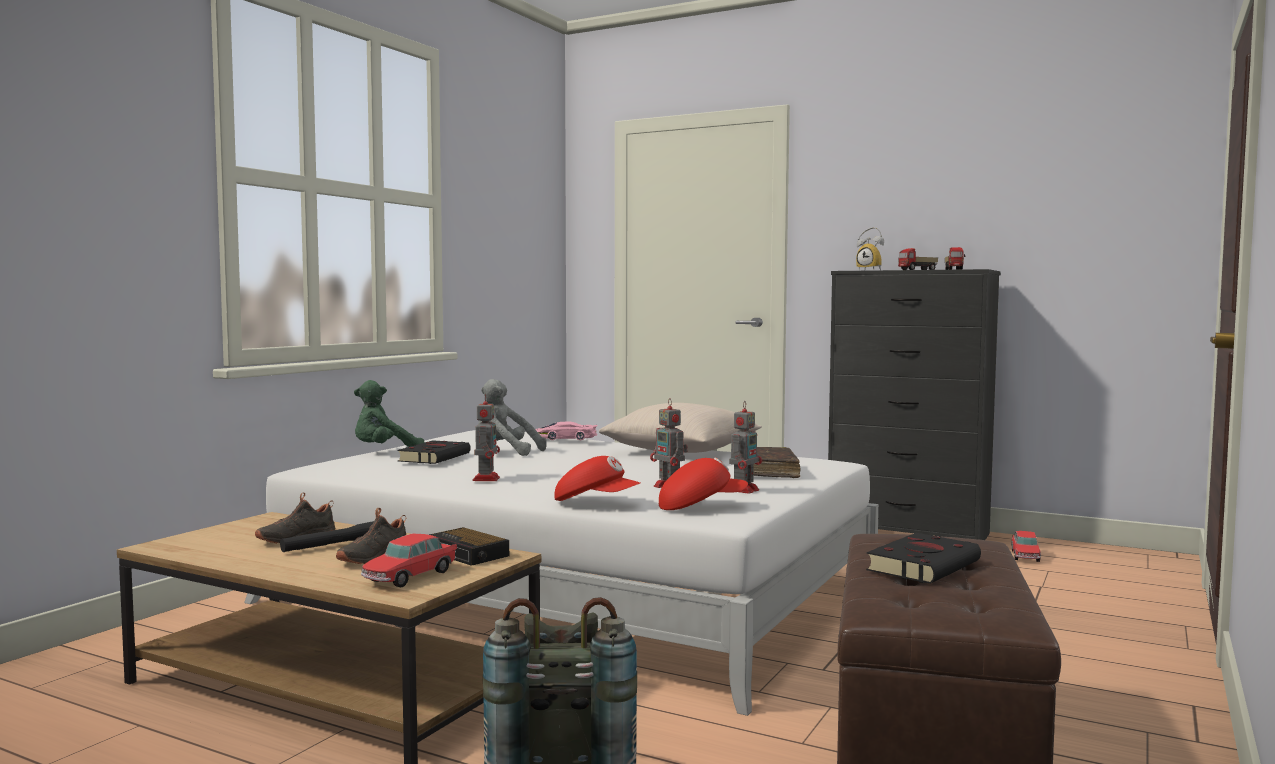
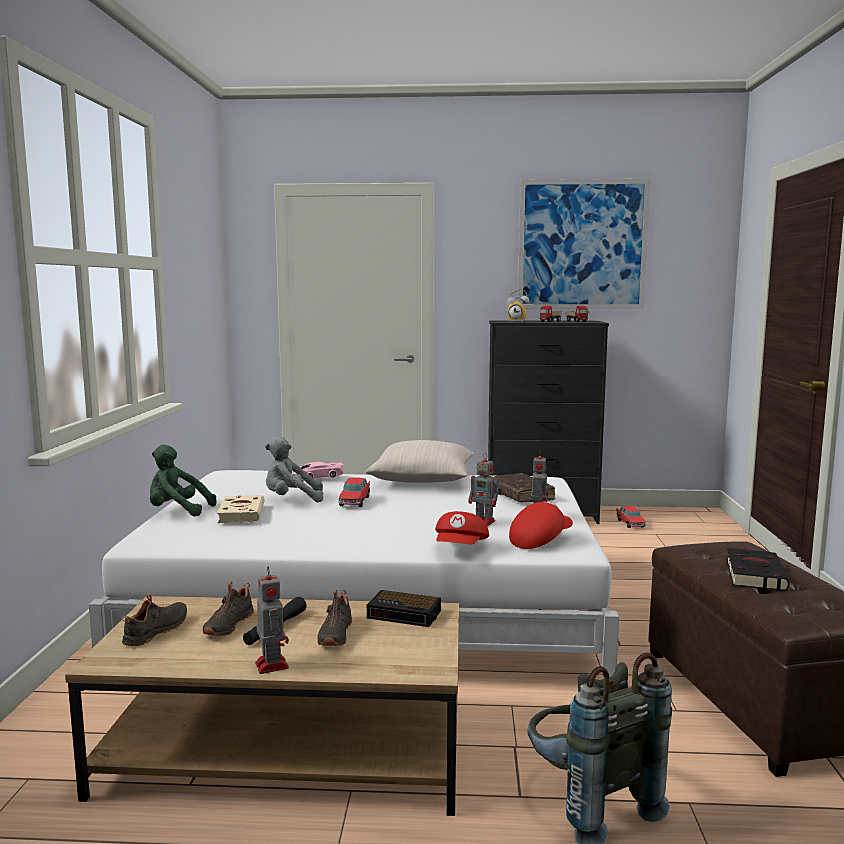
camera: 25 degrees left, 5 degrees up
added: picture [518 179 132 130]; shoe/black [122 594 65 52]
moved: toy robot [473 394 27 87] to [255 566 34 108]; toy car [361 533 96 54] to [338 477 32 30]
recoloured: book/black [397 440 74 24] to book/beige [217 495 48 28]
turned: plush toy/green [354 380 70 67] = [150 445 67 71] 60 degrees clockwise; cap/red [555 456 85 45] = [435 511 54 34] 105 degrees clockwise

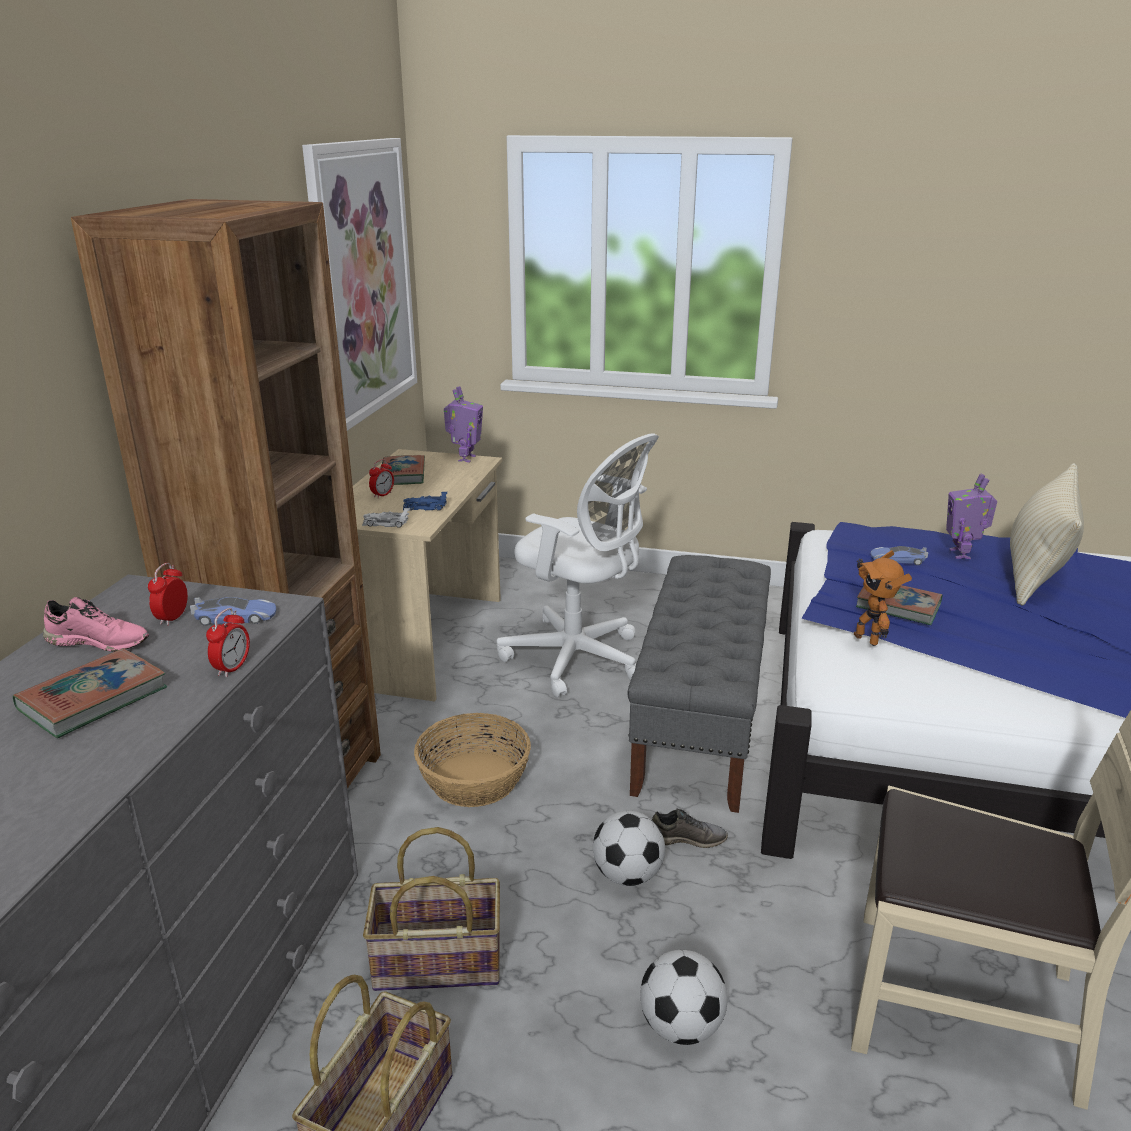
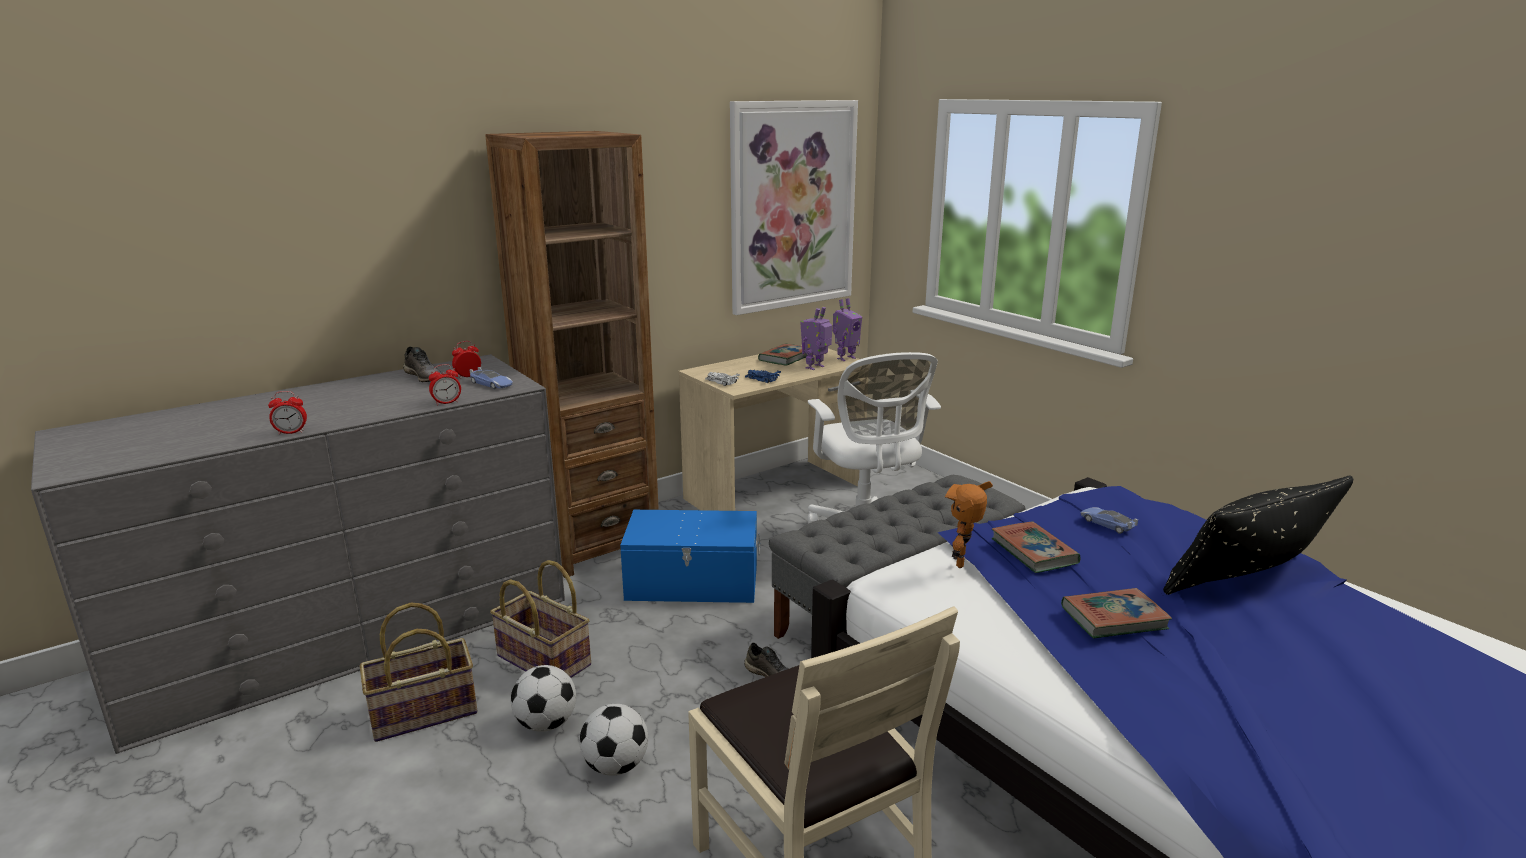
camera: 40 degrees right, 5 degrees down
moved: alarm clock [369 459 25 39] to [268 391 39 44]; toy robot [946 473 51 86] to [800 307 32 63]; book [13 648 154 90] to [1061 588 111 50]; football [593 811 72 75] to [511 665 65 67]
replaced: basket [414 713 117 94] to storage box/blue [620 510 140 93]
recoloured: pillow/beige [1010 463 74 142] to pillow/black [1163 475 190 120]; shoe/pink [43 597 106 55] to shoe/grey [403 347 39 35]

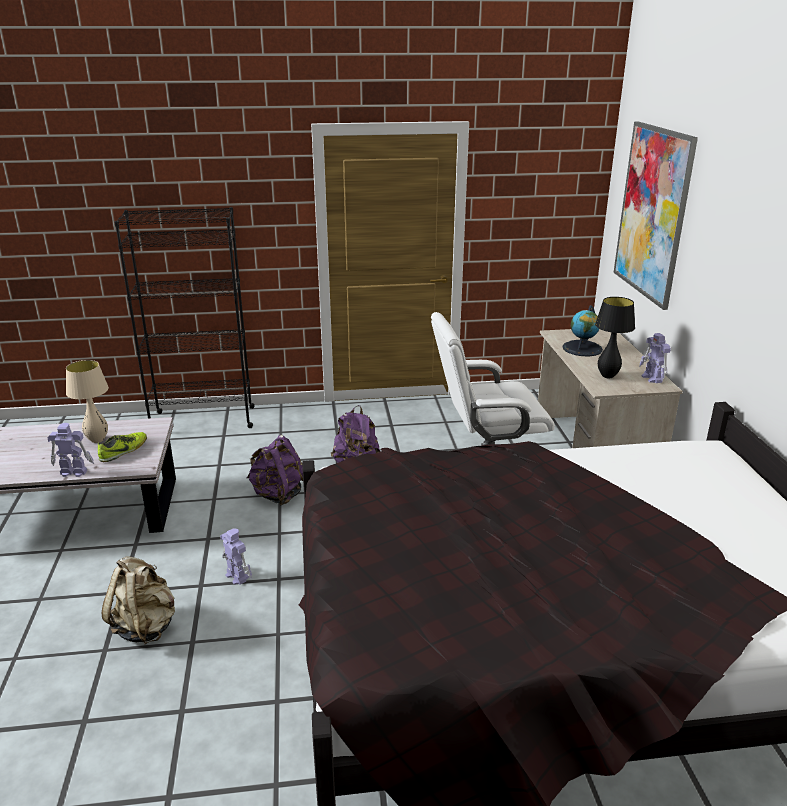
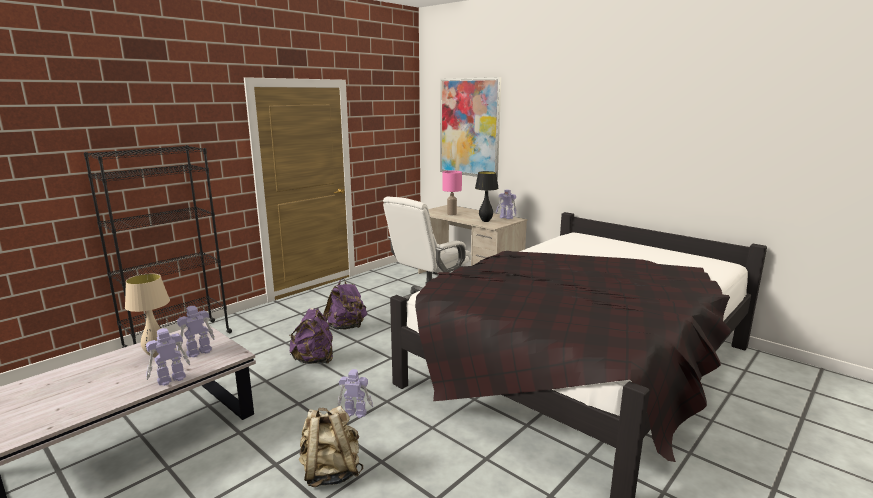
camera: 40 degrees left, 10 degrees down
replaced: globe [562 305 41 51] to table lamp/pink [443 171 19 44]; shoe [98 432 49 30] to toy robot [177 306 38 51]

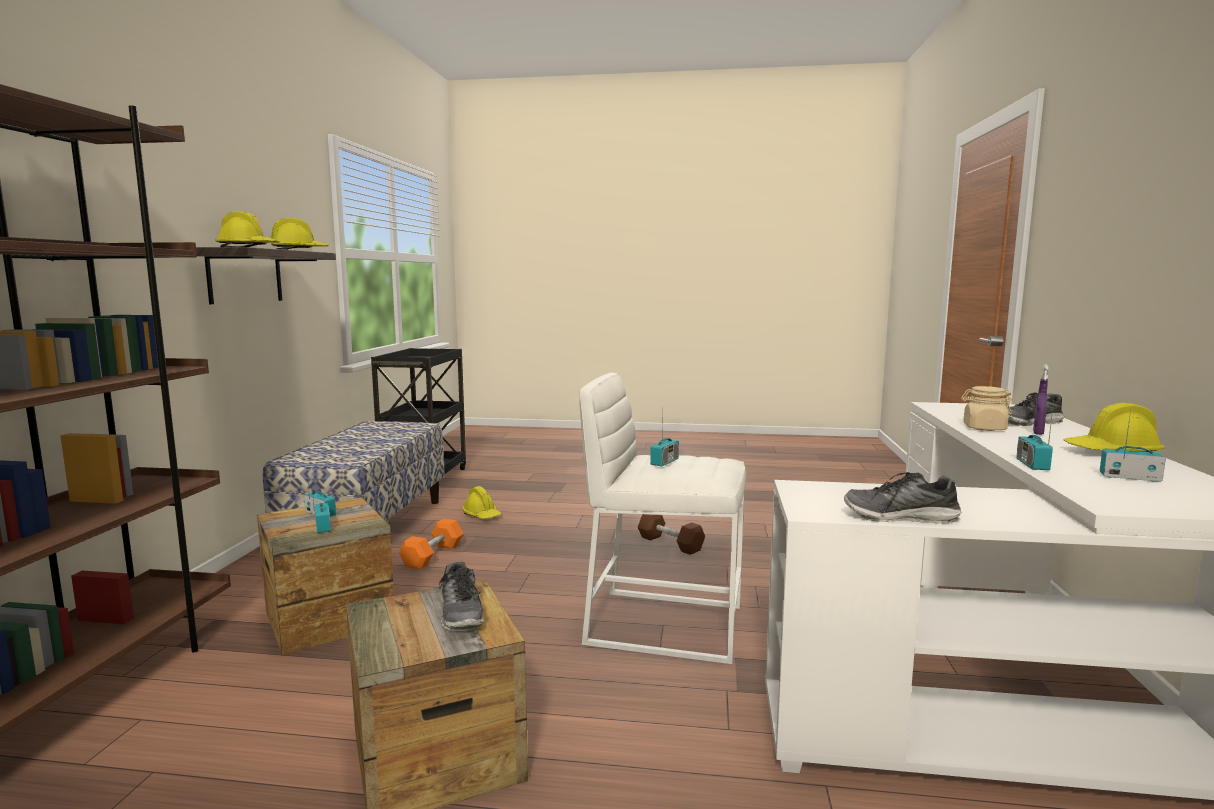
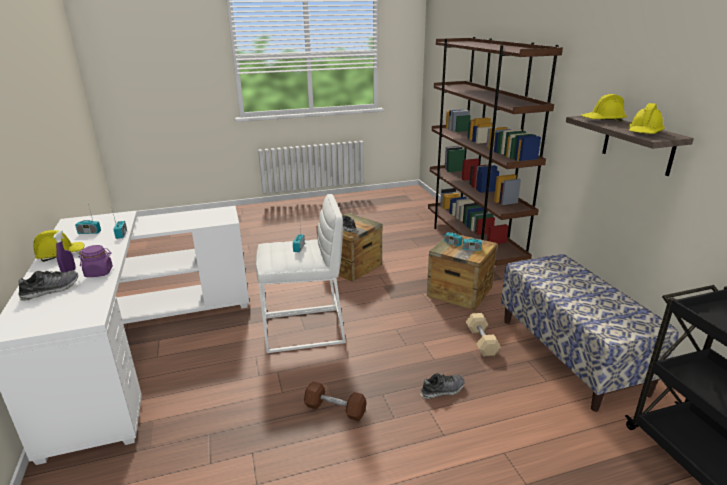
camera: 155 degrees right, 15 degrees up
removed: hard hat/yellow [462 486 39 33]
moved: shoe [844 472 117 52] to [421 373 43 26]
recoloured: jar/beige [961 386 51 45] to jar/purple [78 245 35 32]; dumbbell/orange [399 518 65 52] to dumbbell/beige [466 313 35 43]

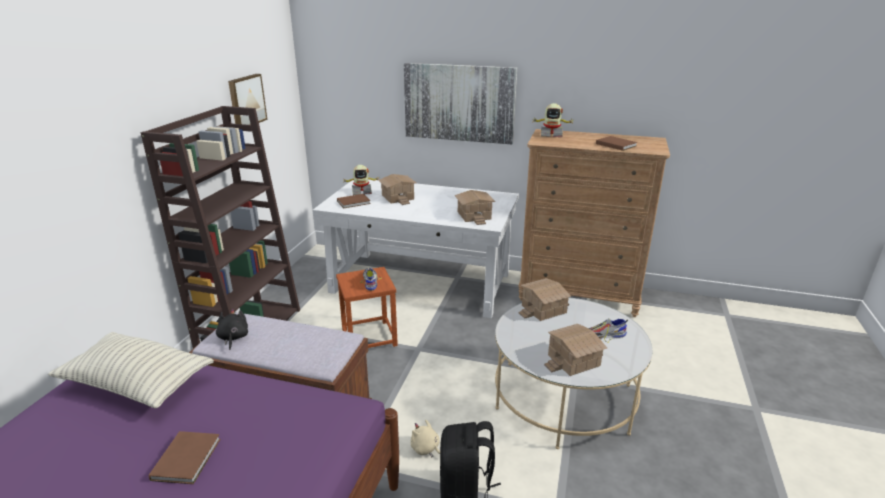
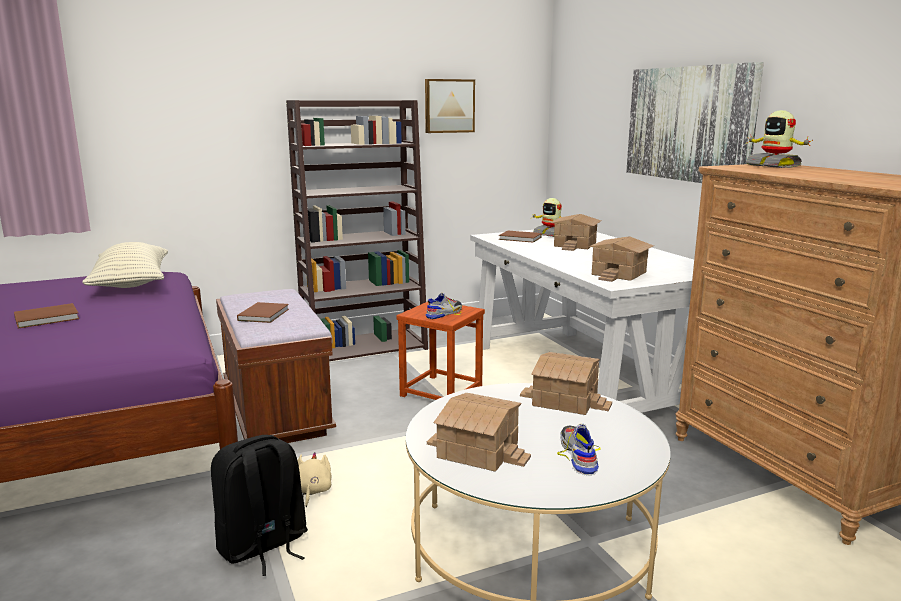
camera: 50 degrees right, 10 degrees down
removed: plush toy/black [216 309 32 41]
moved: book/brown [596 136 42 15] to [237 302 52 21]
turned: shoe [588 318 40 25] = [557 423 44 51] 45 degrees clockwise

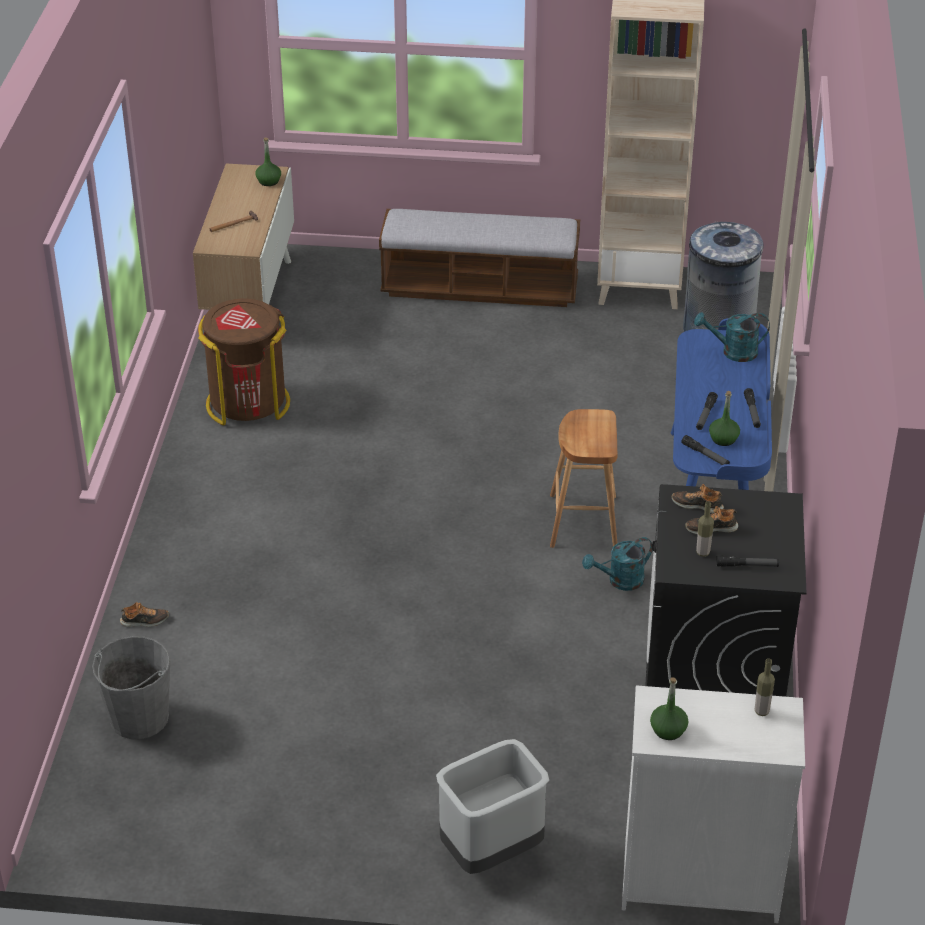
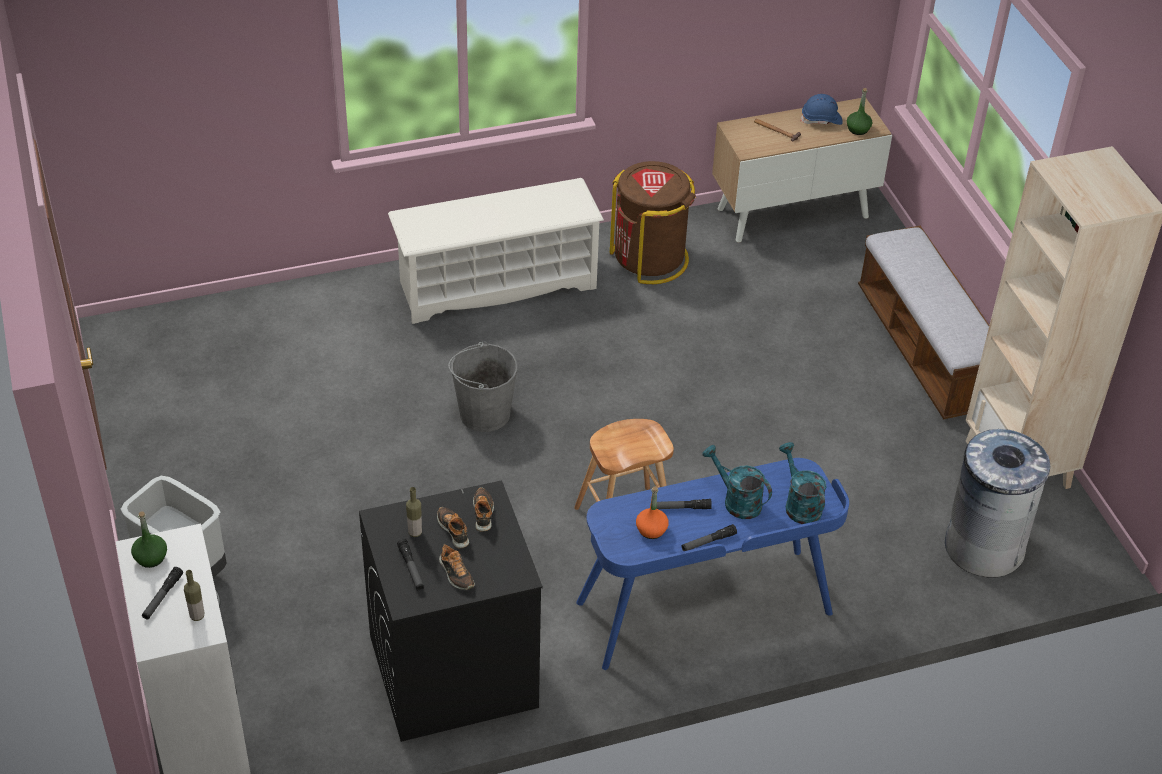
camera: 65 degrees right, 5 degrees up
added: hard hat/blue [801 94 42 31]; shoe rack/white [388 178 216 146]
moved: flashlight [681 435 49 30] to [142 567 41 53]; watering can/turquoise [582 537 71 54] to [702 445 70 74]; shoe [120 602 49 25] to [439 544 36 46]; bucket/grey [92 636 78 103] to [448 342 69 90]
recoloured: bottle/green [709 391 31 55] to bottle/orange [636 486 33 53]

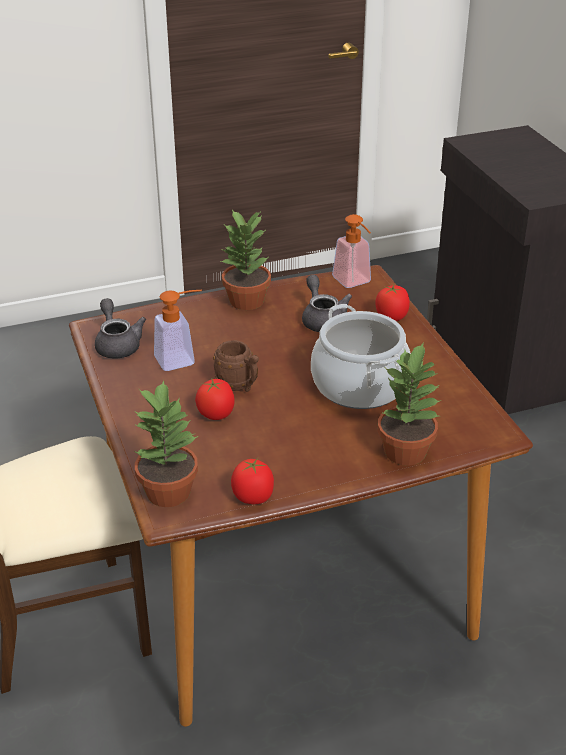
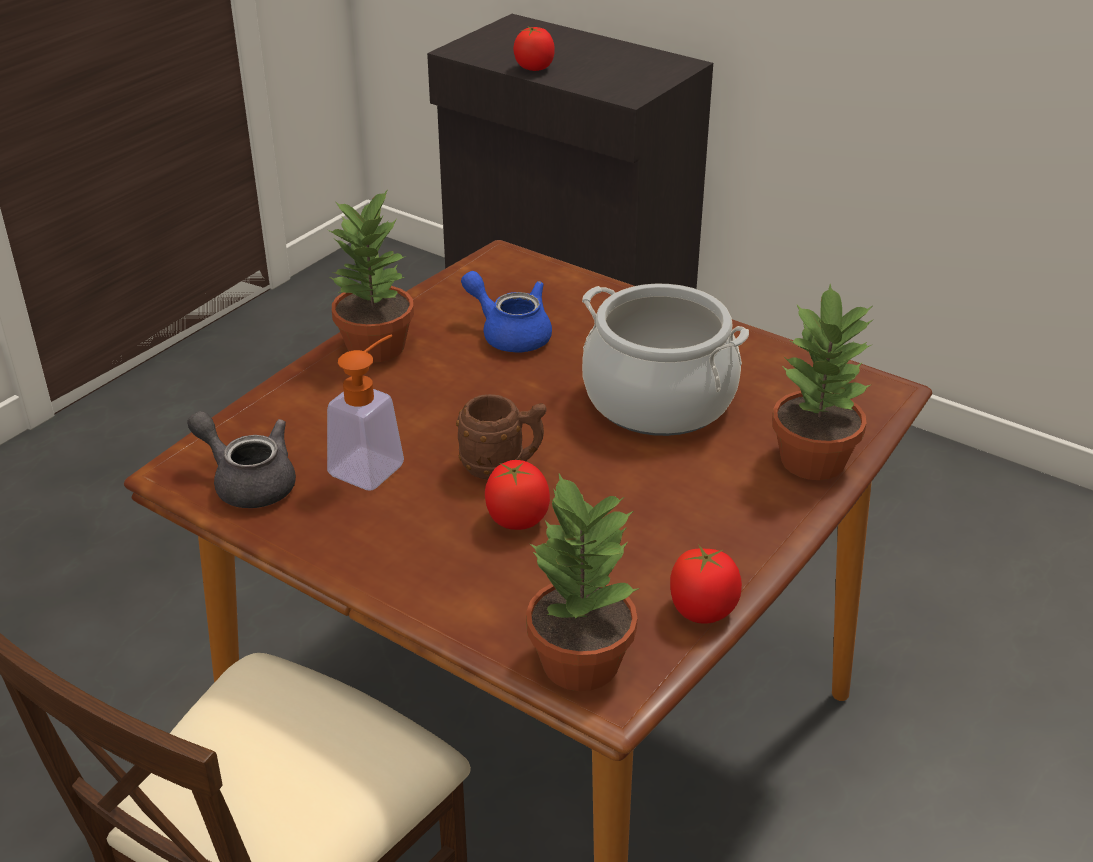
camera: 35 degrees left, 0 degrees up
removed: soap dispenser [332 214 39 74]
moved: tomato [375 285 35 36] to [513 27 42 44]
recoloured: teapot/grey [302 275 50 57] to teapot/blue [461 271 91 81]

